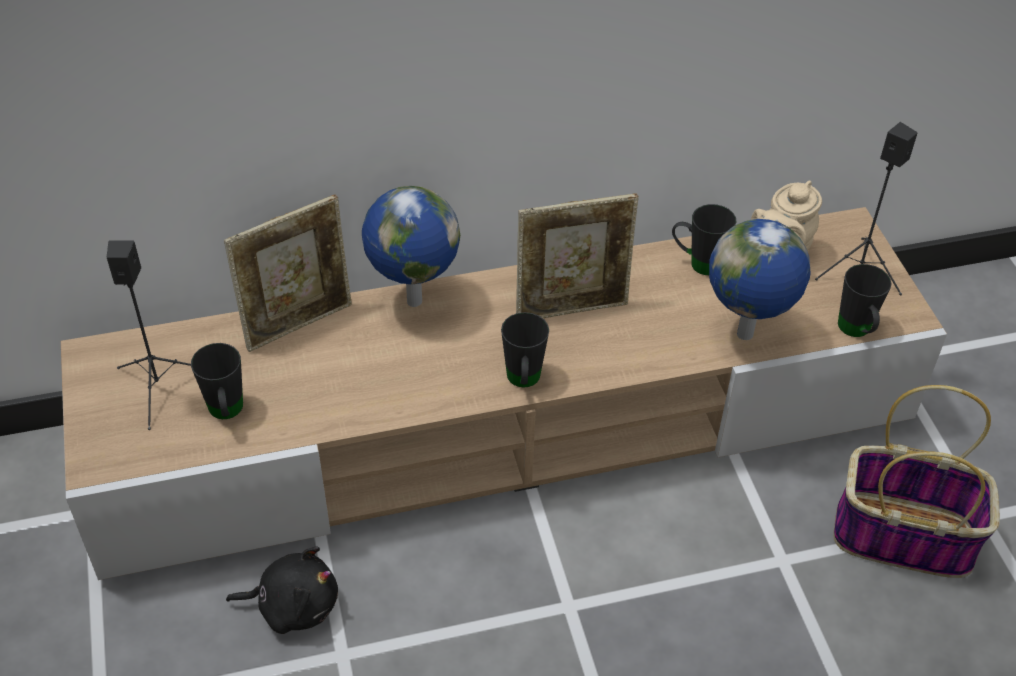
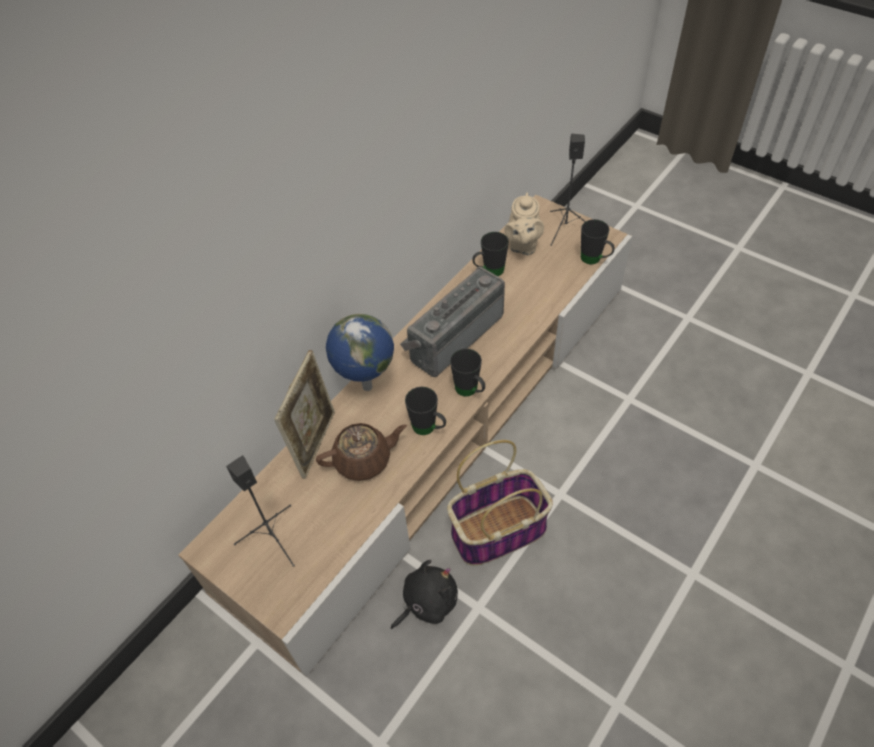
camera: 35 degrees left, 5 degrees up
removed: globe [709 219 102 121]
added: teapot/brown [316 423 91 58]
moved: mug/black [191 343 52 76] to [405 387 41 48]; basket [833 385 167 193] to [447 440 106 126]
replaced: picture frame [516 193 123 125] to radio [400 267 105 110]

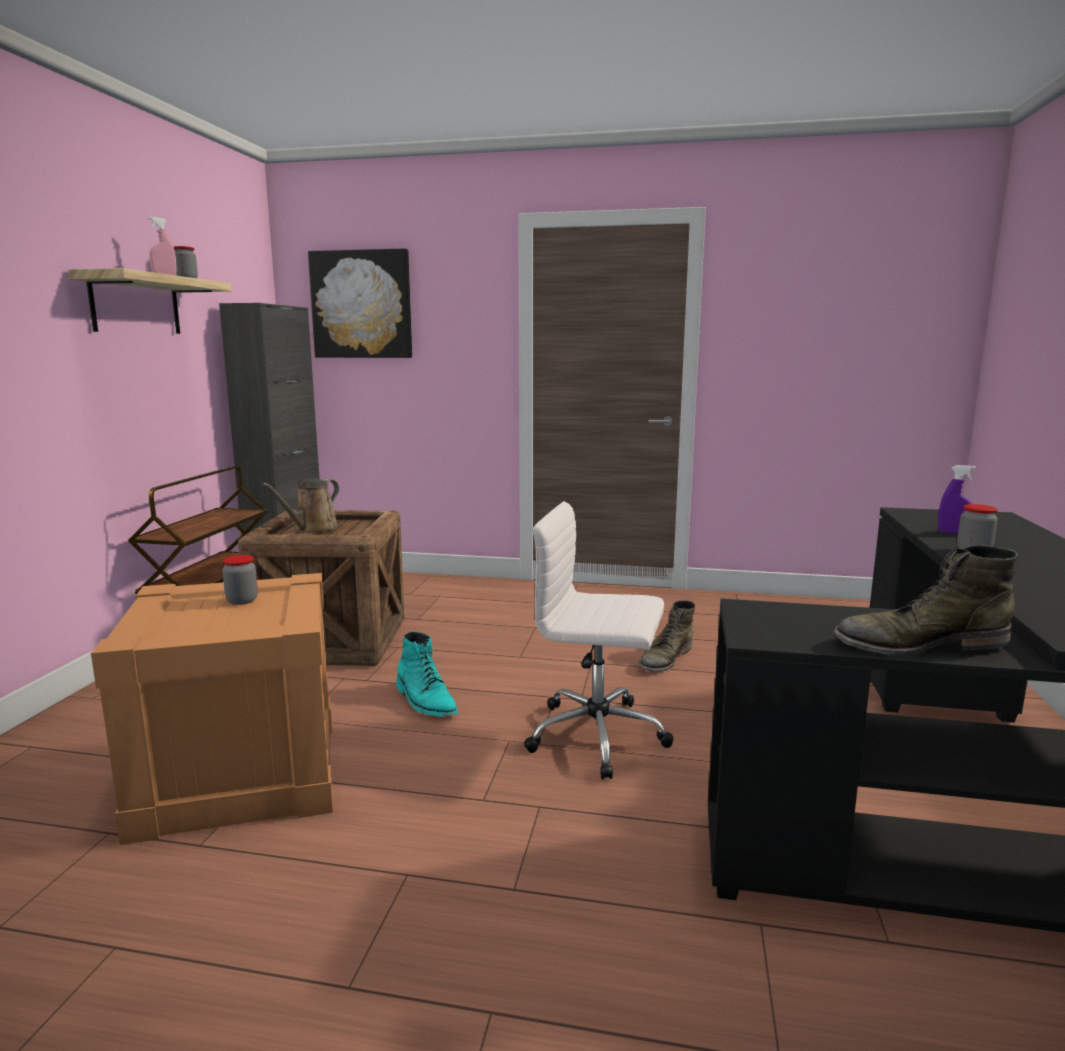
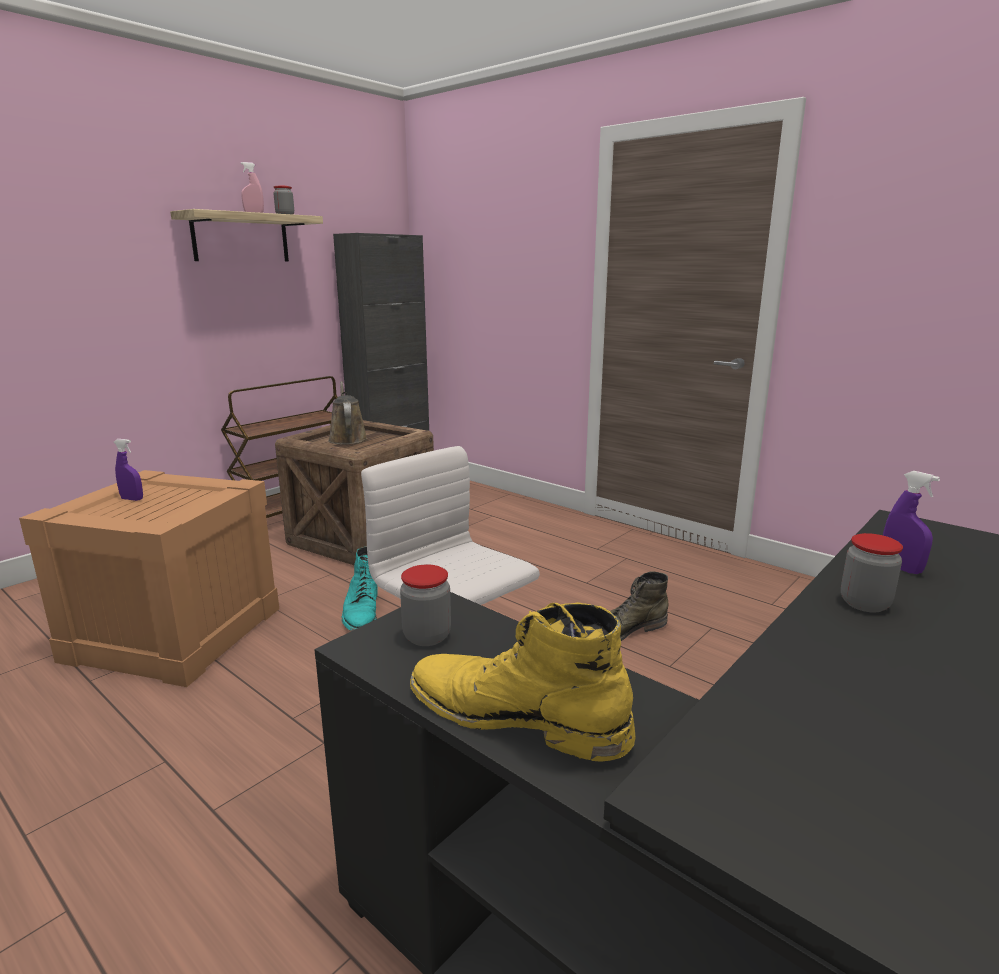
camera: 30 degrees right, 5 degrees up
removed: picture [308 249 104 109]
added: spray bottle/purple [114 439 29 62]
moved: jar [222 555 36 50] to [400 564 51 82]
recoloured: boot/green [833 545 185 111] to boot/yellow [410 602 226 160]
turned: watering can/brown [262 478 77 55] = [328 381 40 64] 105 degrees clockwise

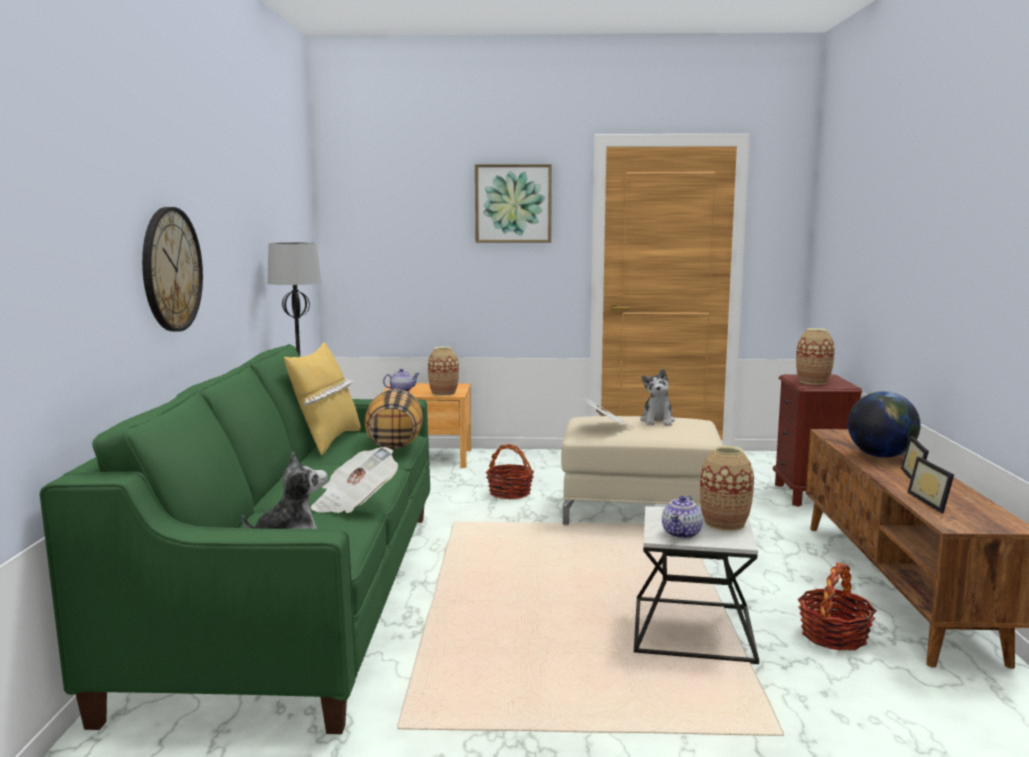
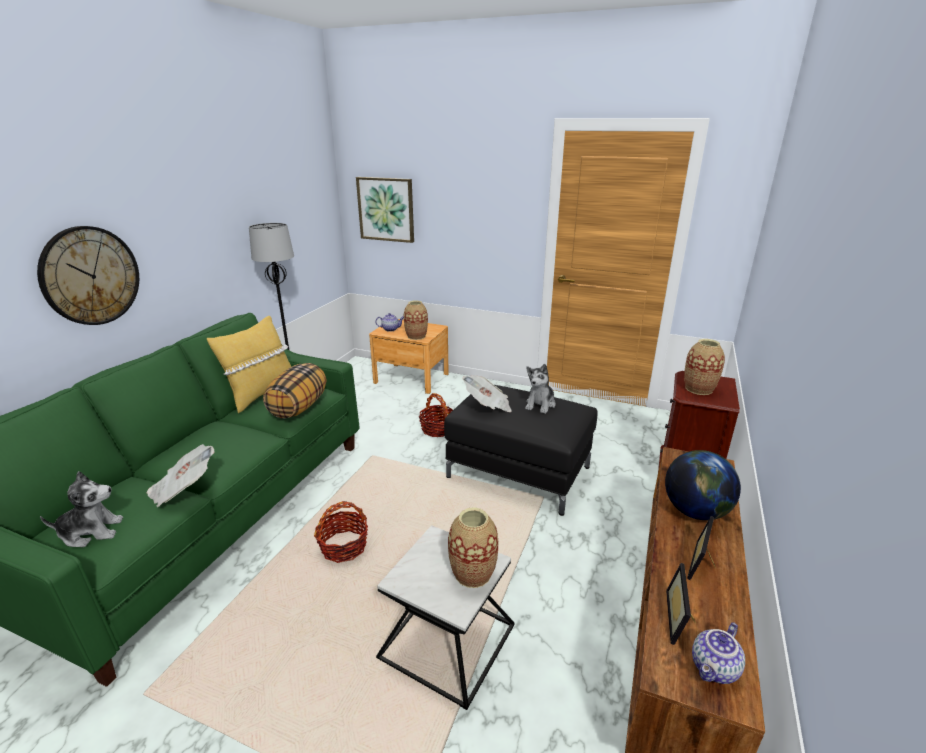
camera: 20 degrees right, 15 degrees up
moved: picture [475 164 77 79] to [356 177 58 66]; teapot [662 495 41 44] to [692 622 53 62]; basket [798 563 79 88] to [314 501 54 62]
recoloured: ottoman/beige [561 416 162 110] to ottoman/black [444 385 154 131]

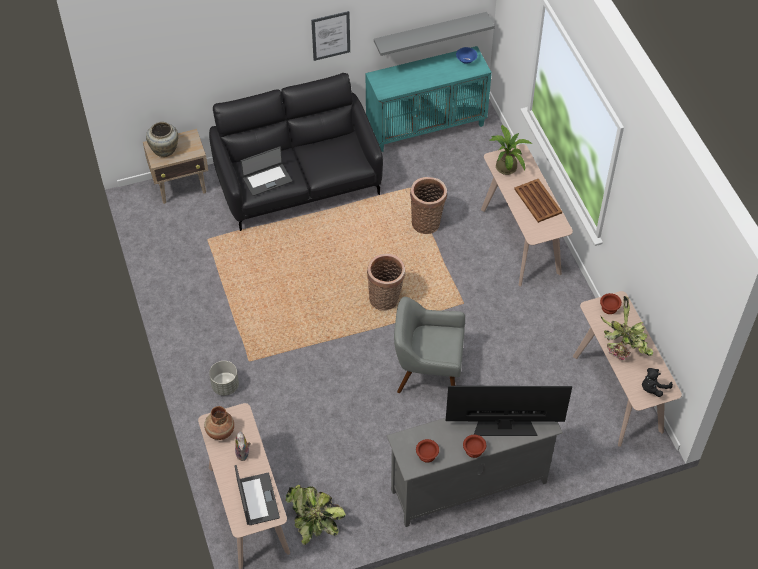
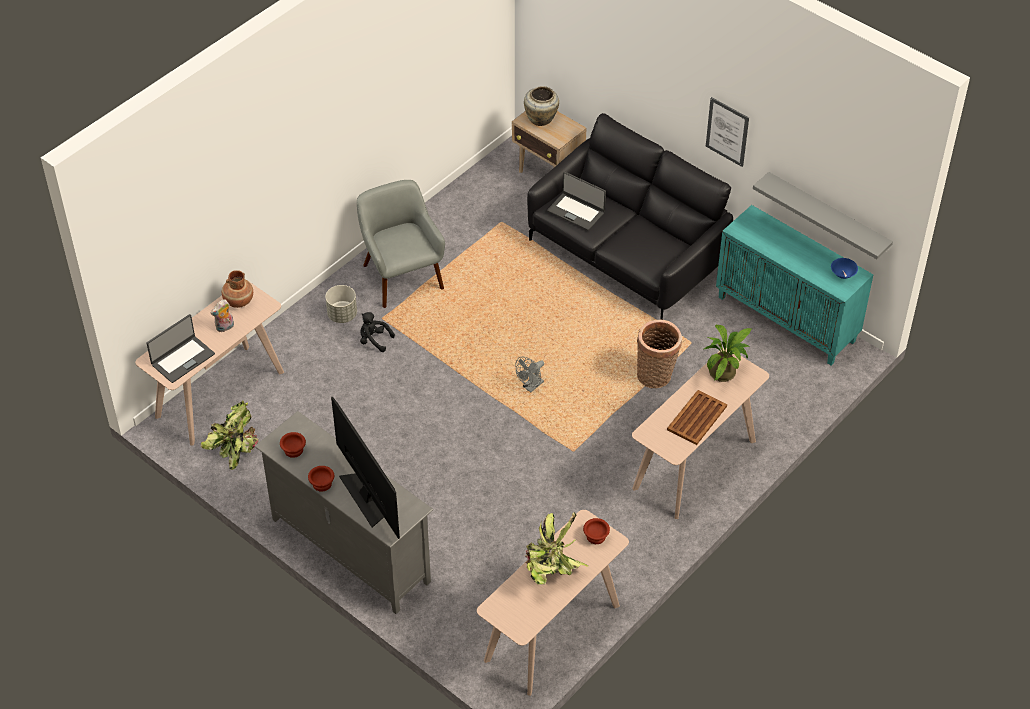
camera: 60 degrees right, 5 degrees down
moved: armchair/grey [394 297 71 96] to [357 180 88 128]; plush toy/black [642 368 31 29] to [360 312 35 40]
replaced: basket [367 254 38 57] to fan/grey [515 357 29 35]

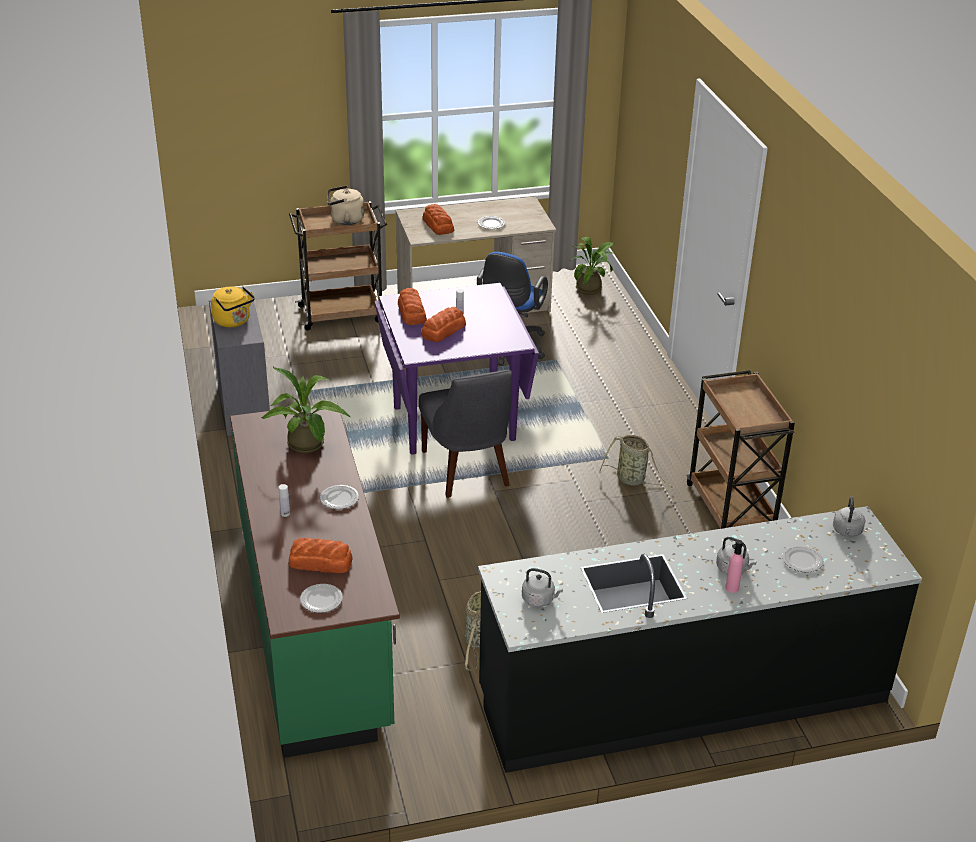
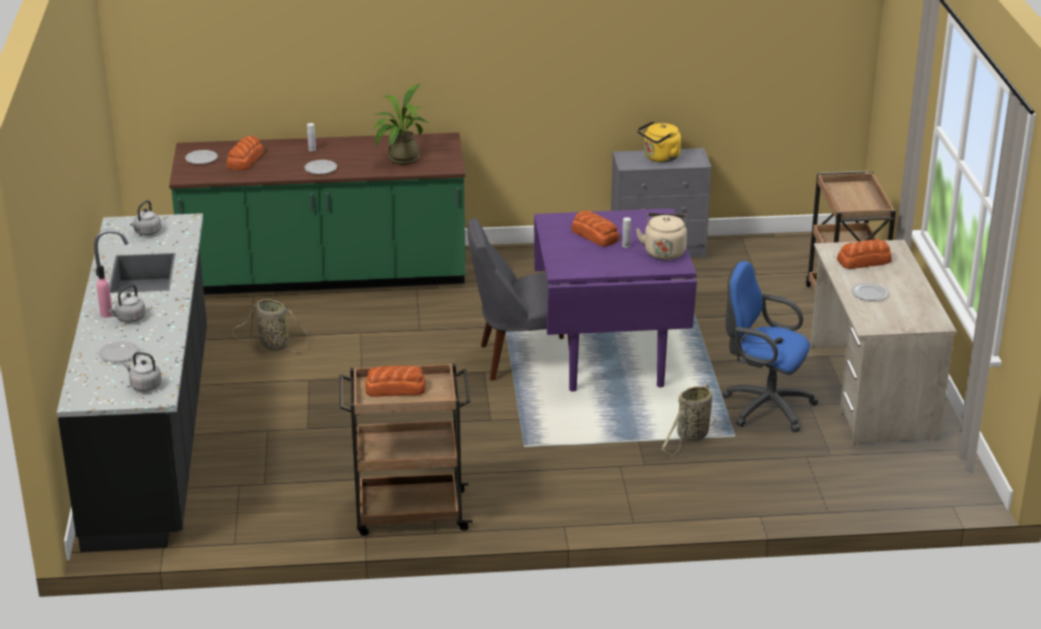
camera: 100 degrees right, 5 degrees down
removed: potted plant [569 237 46 58]
moved: kettle/beige [327 185 37 40] to [636 213 51 47]; bread [398 288 29 37] to [366 365 60 32]; basket [599 435 74 53] to [662 384 54 71]

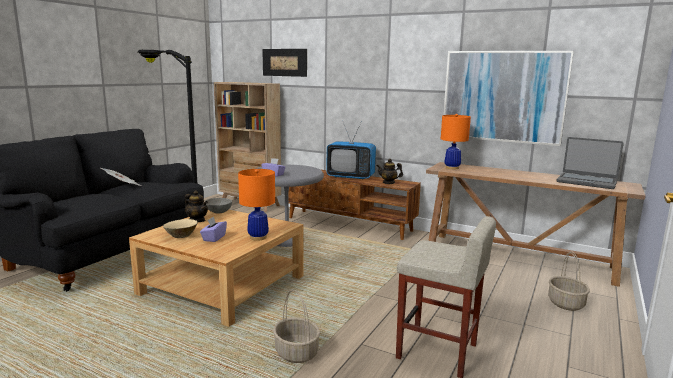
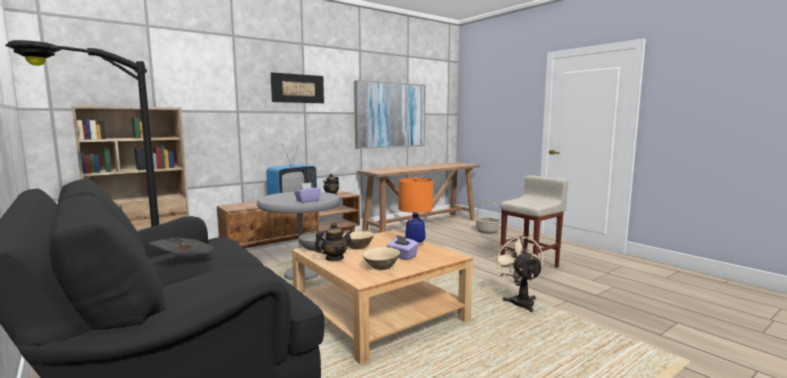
camera: 65 degrees left, 5 degrees down
removed: table lamp/orange [441 114 30 55]; laptop [556 137 68 52]
added: bowl/beige [343 231 31 18]
moved: picture [262 49 45 28] to [271 72 53 31]
replaced: basket [273 290 47 73] to fan/beige [493 235 50 77]

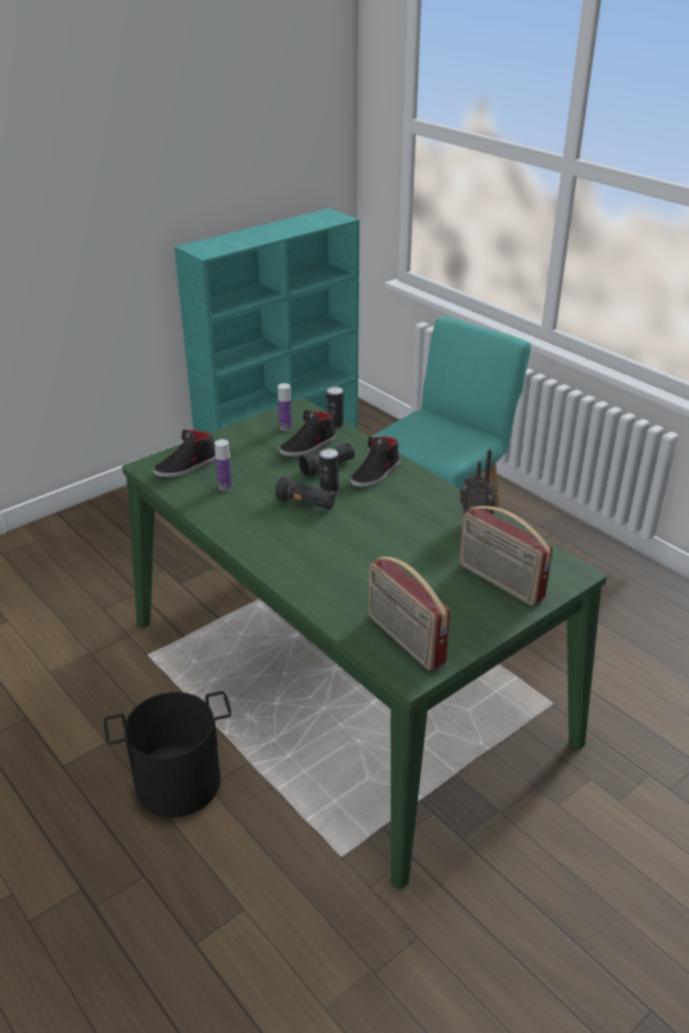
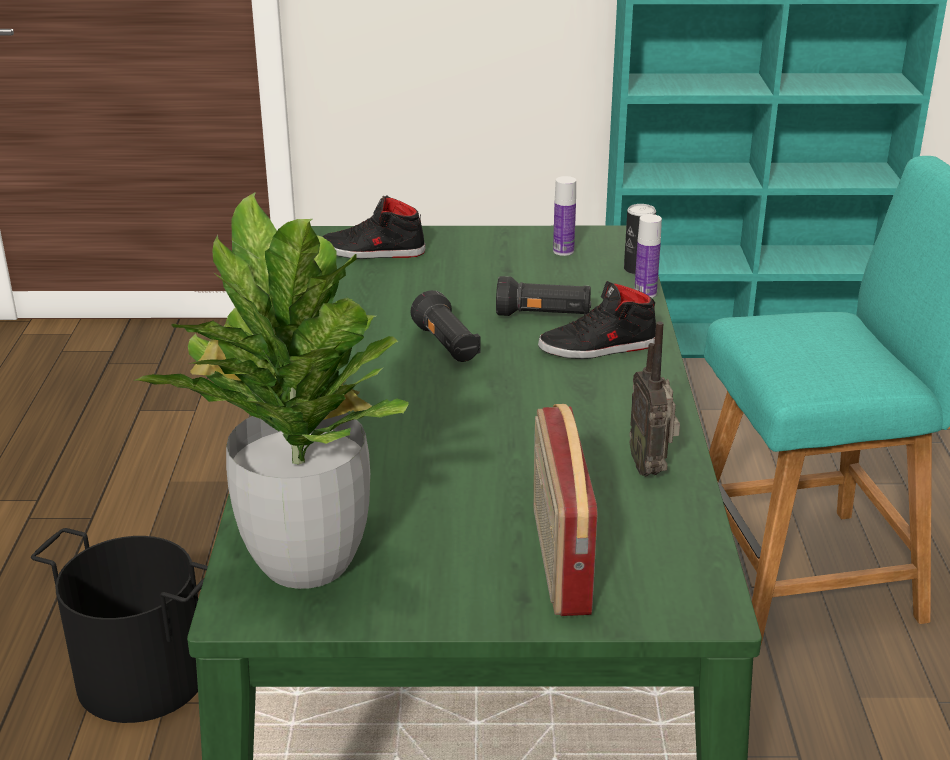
camera: 40 degrees right, 5 degrees down
removed: shoe/black [279 410 56 47]; can [319 448 19 44]
moved: bottle [215 439 17 52] to [634 214 28 84]
replaced: radio [368 556 82 114] to potted plant [133 192 276 397]

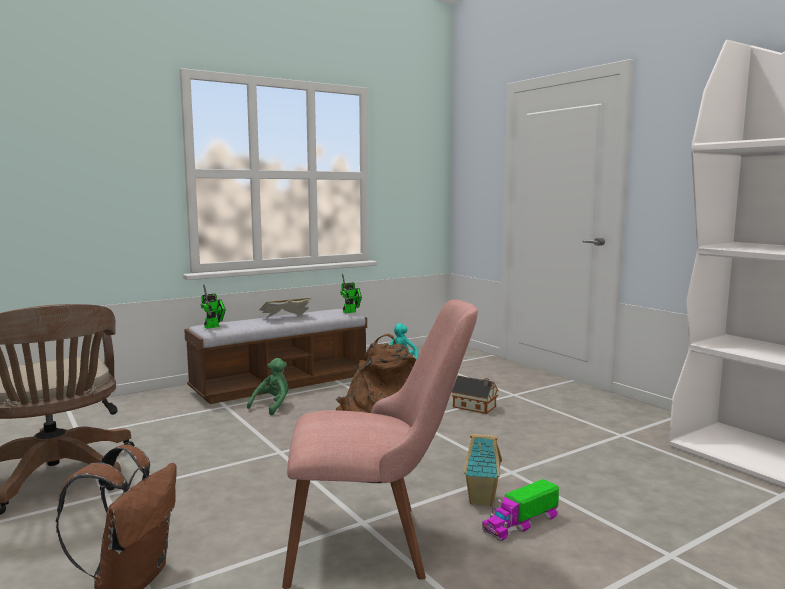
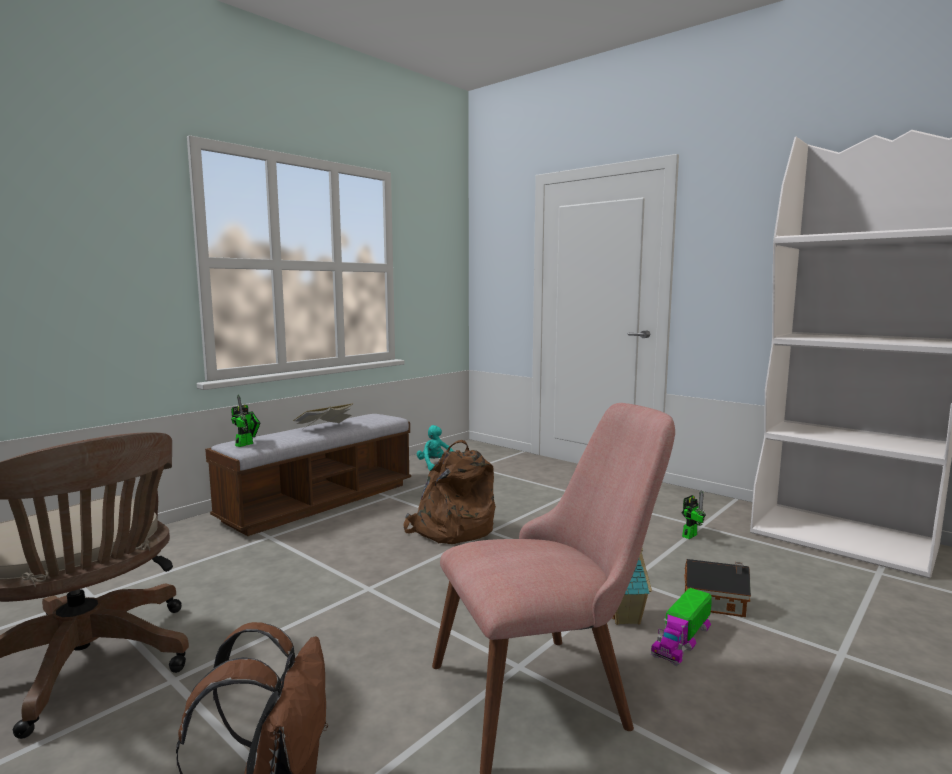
camera: 15 degrees left, 0 degrees up
removed: plush toy/green [247 358 42 57]
moved: toy robot [340 273 22 40] to [681 490 25 49]; toy house [451 376 48 38] to [684 559 67 58]

